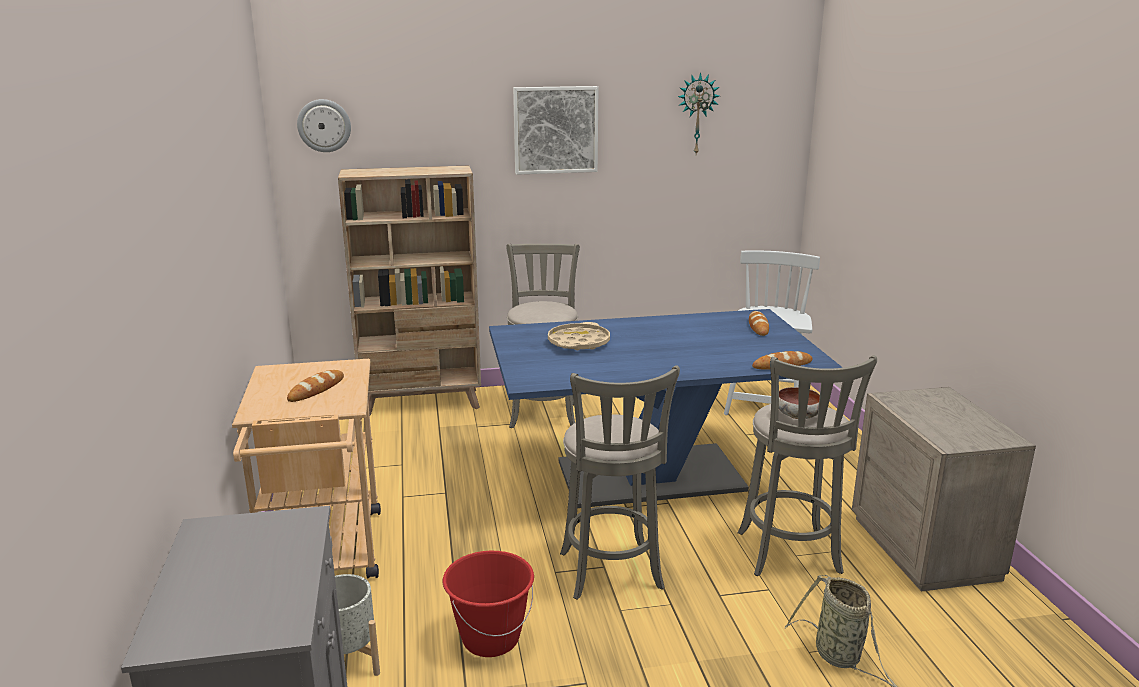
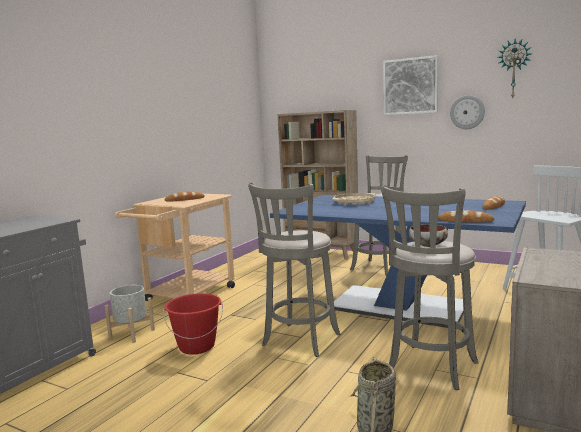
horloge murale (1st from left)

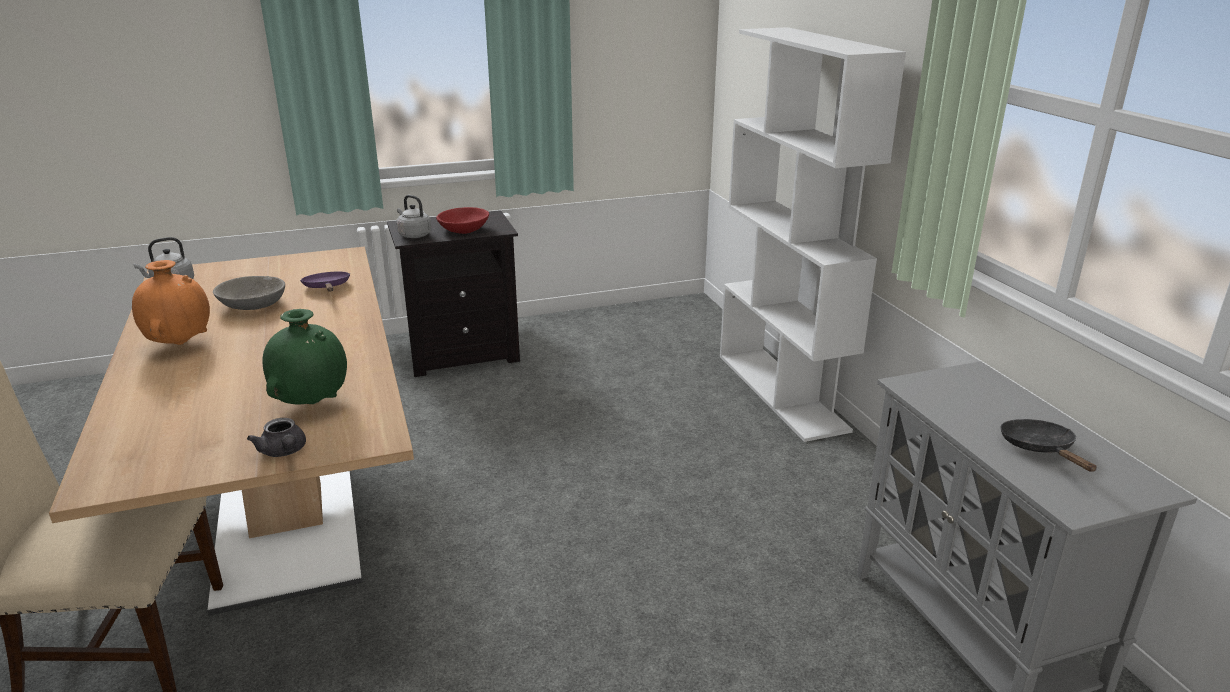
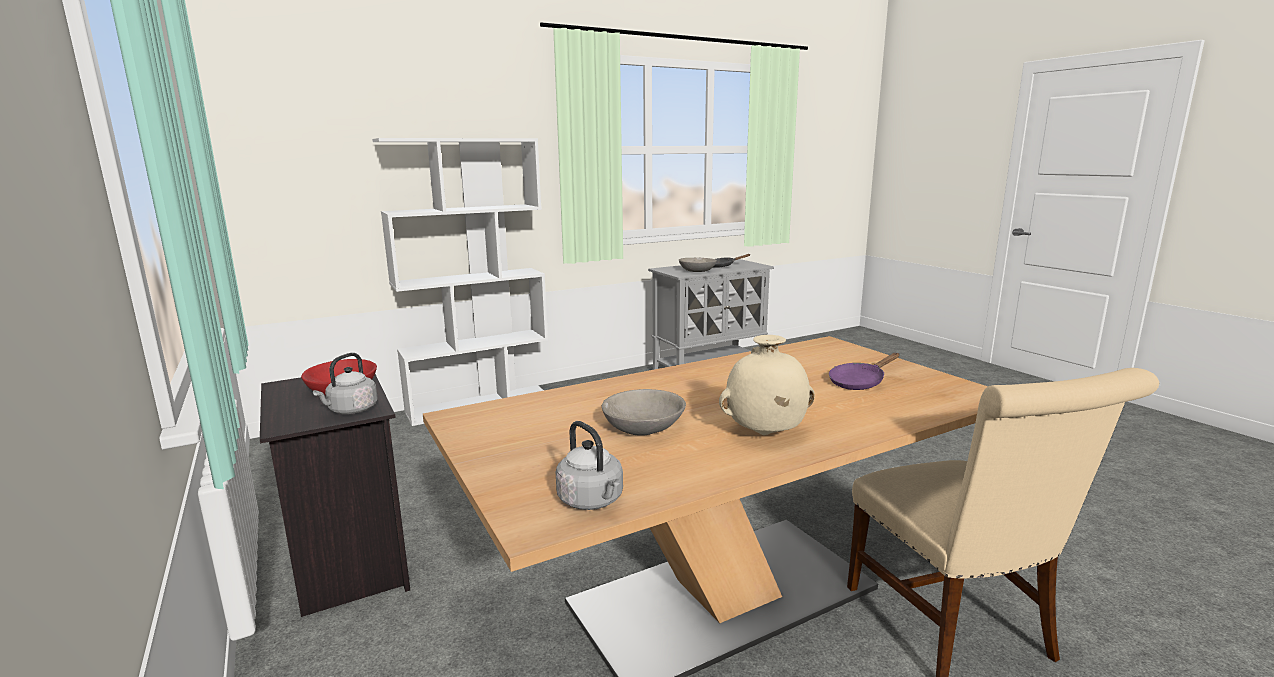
vase (beige); poêle (violet); vase (vert); théière (gris); bol (gris) (2nd from left)

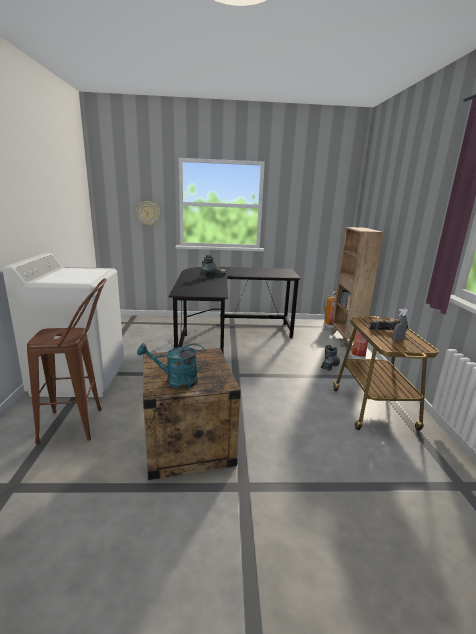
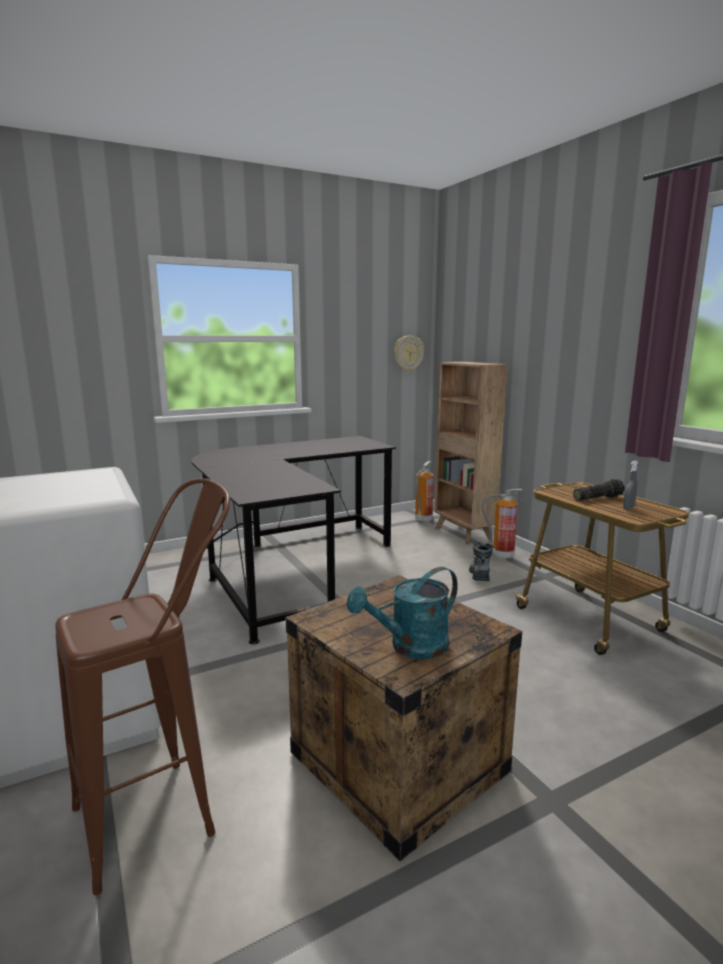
horloge murale; botte (1st from left in the first image)

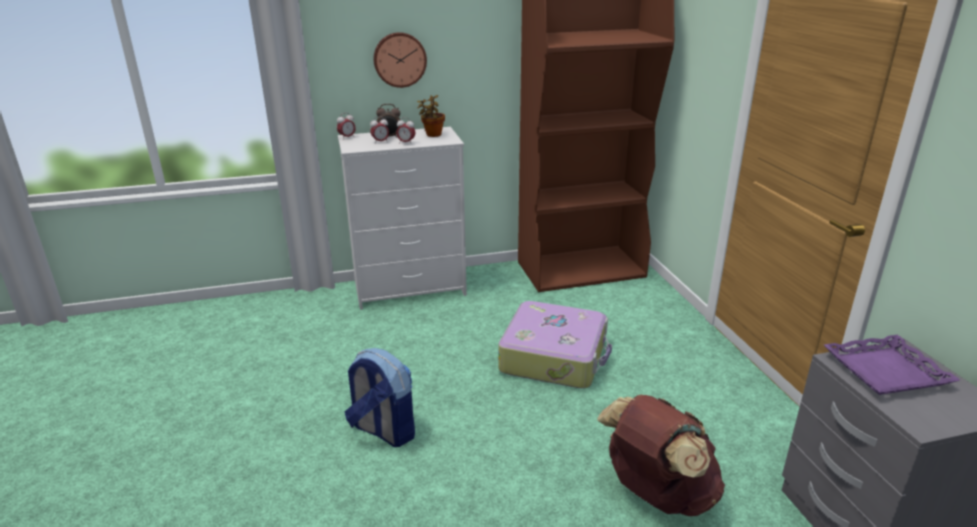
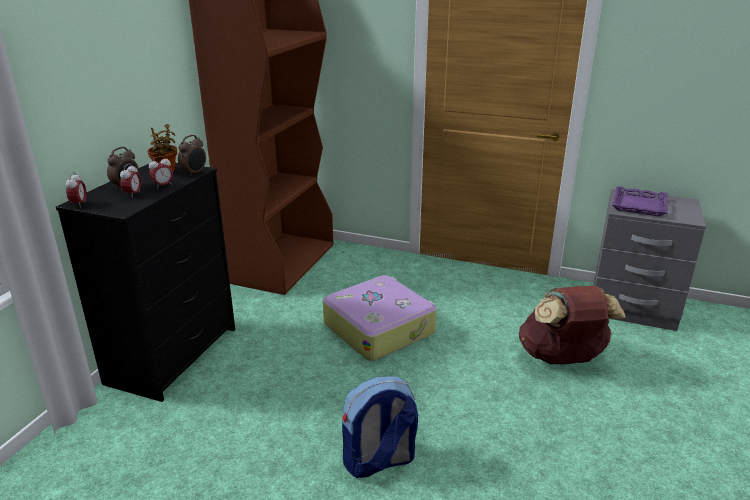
horloge murale; commode (noir); réveil (5th from left)

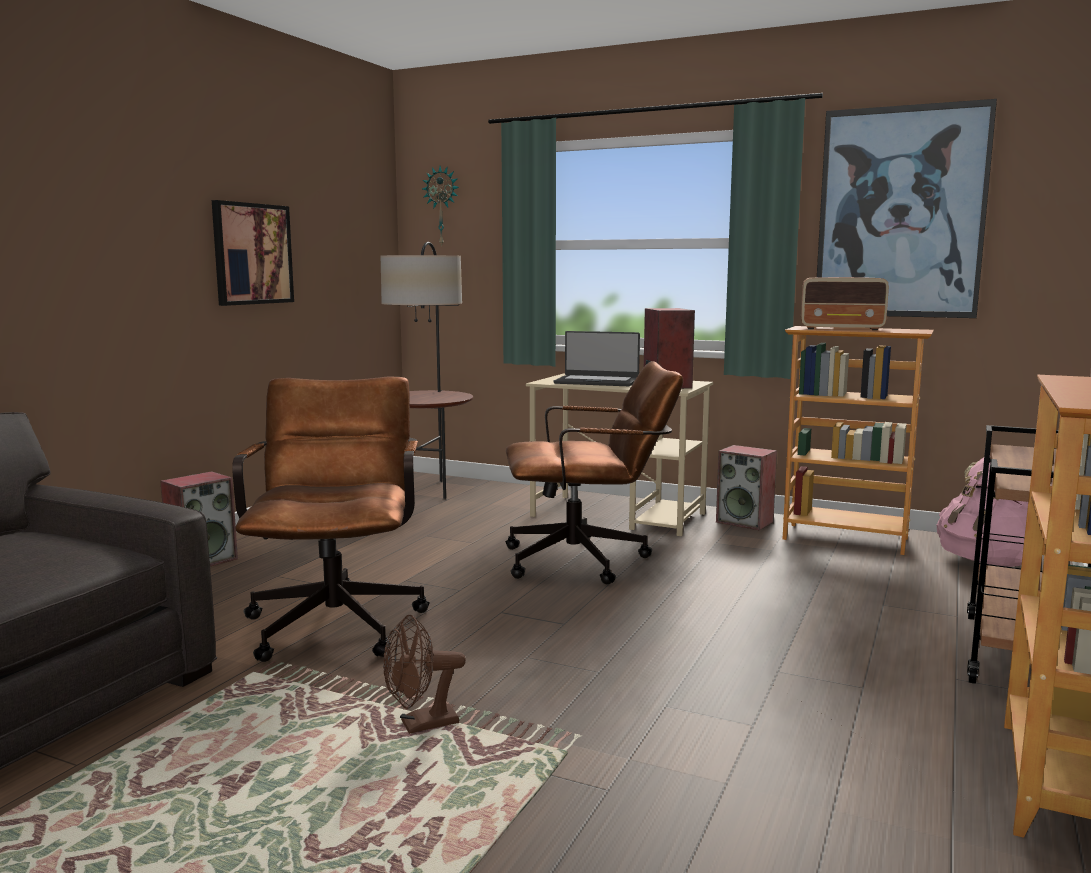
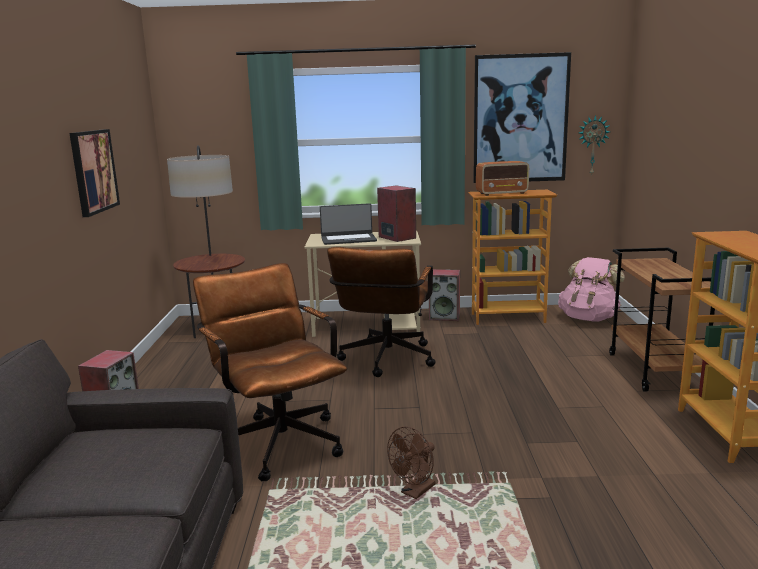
horloge murale; chaise de bureau (marron) (2nd from left)

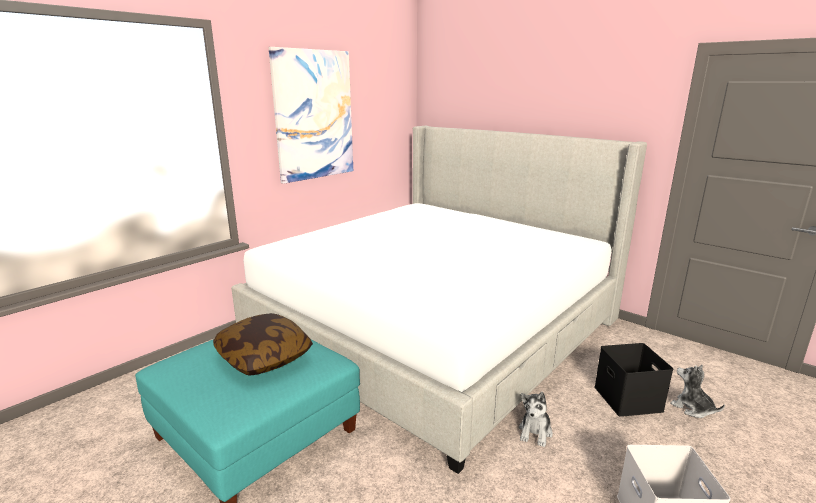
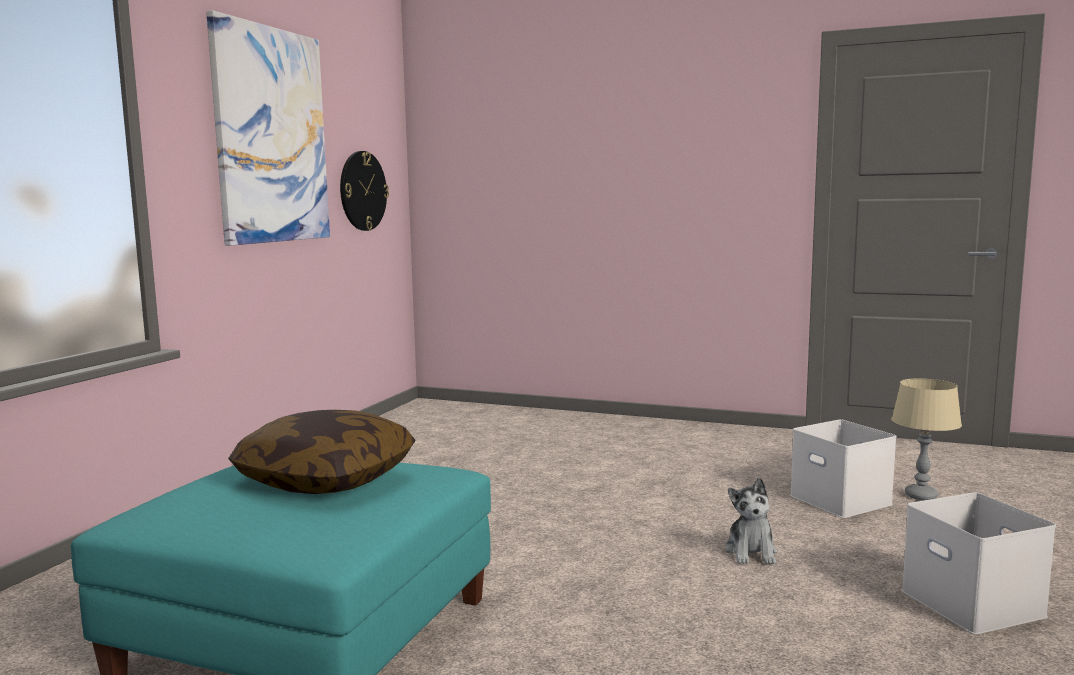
lit; boîte de rangement (blanc) (1st from left); lampe de table (beige); horloge murale

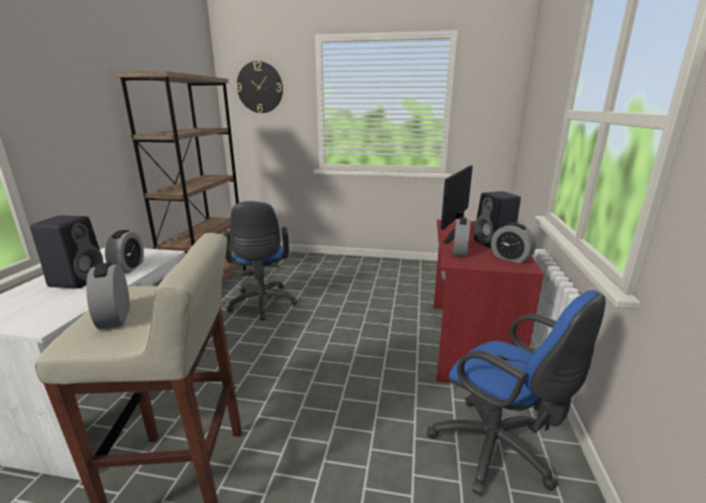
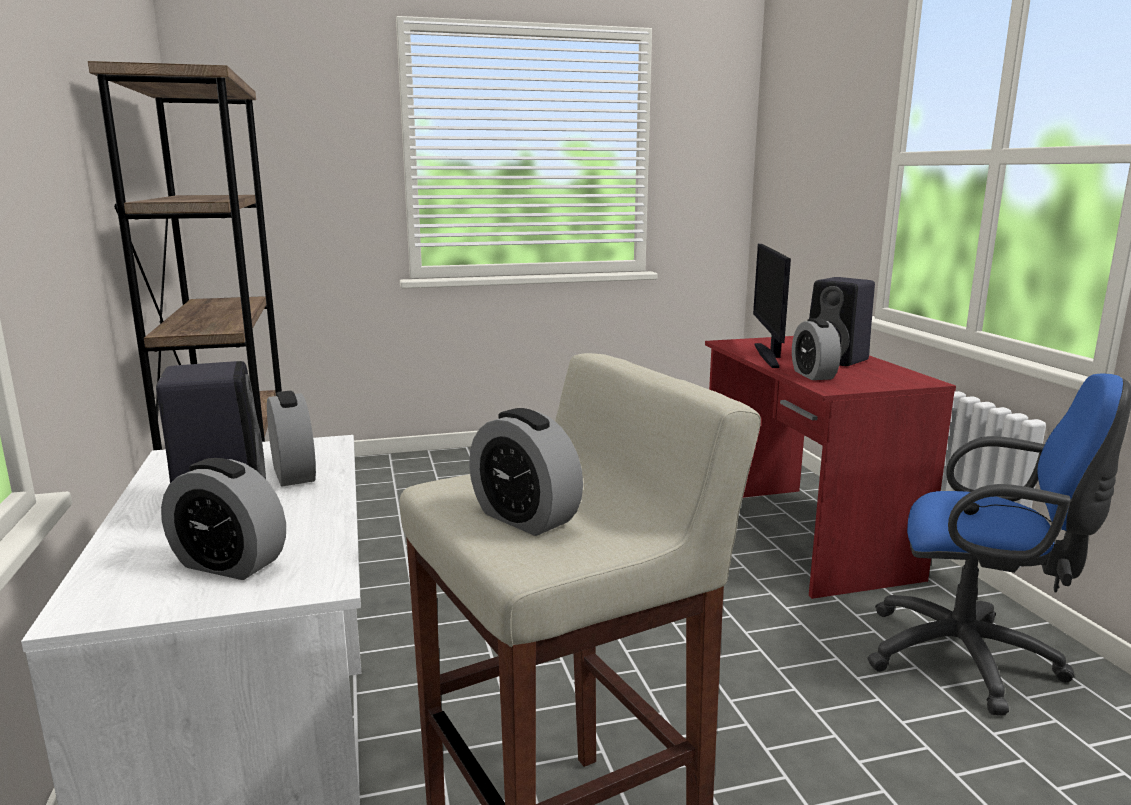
horloge murale; chaise de bureau (bleu) (1st from left in the first image); réveil (1st from left)

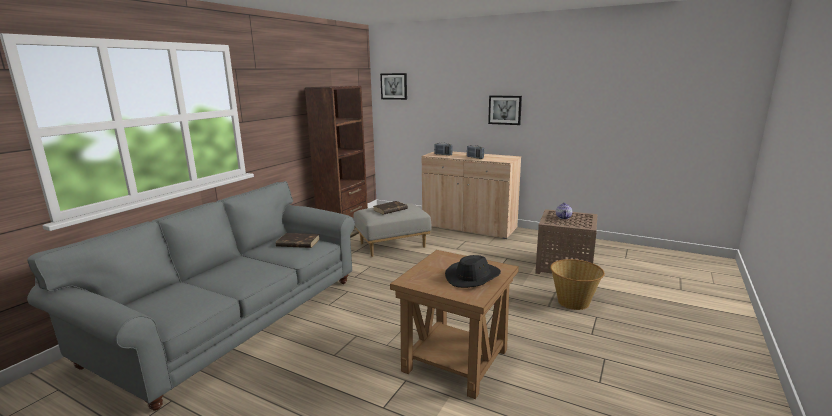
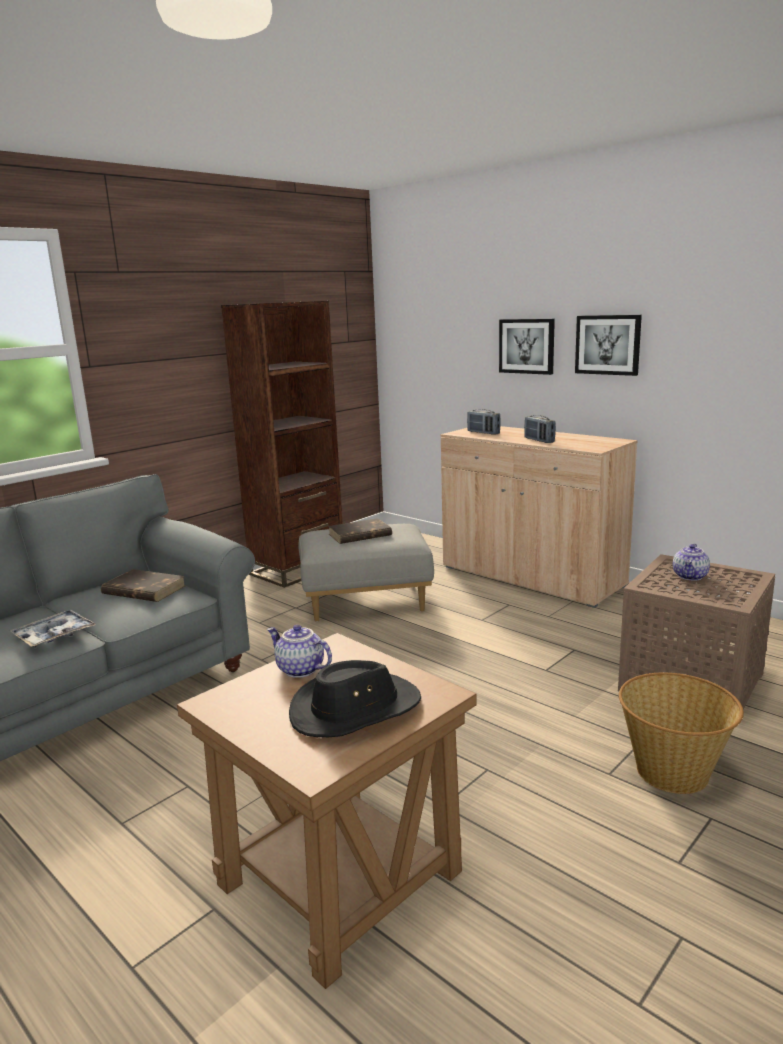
tableau (1st from left); plateau; théière (1st from left)

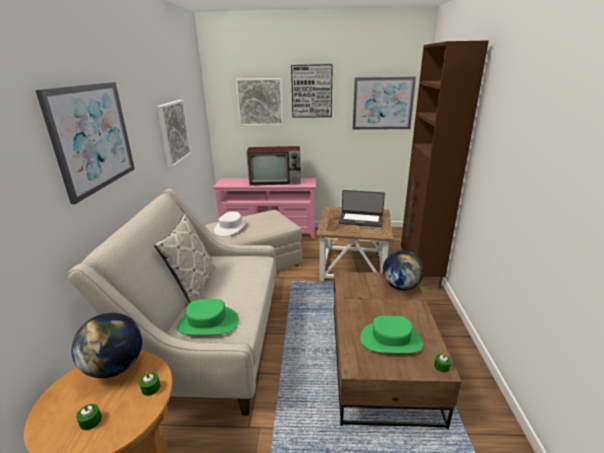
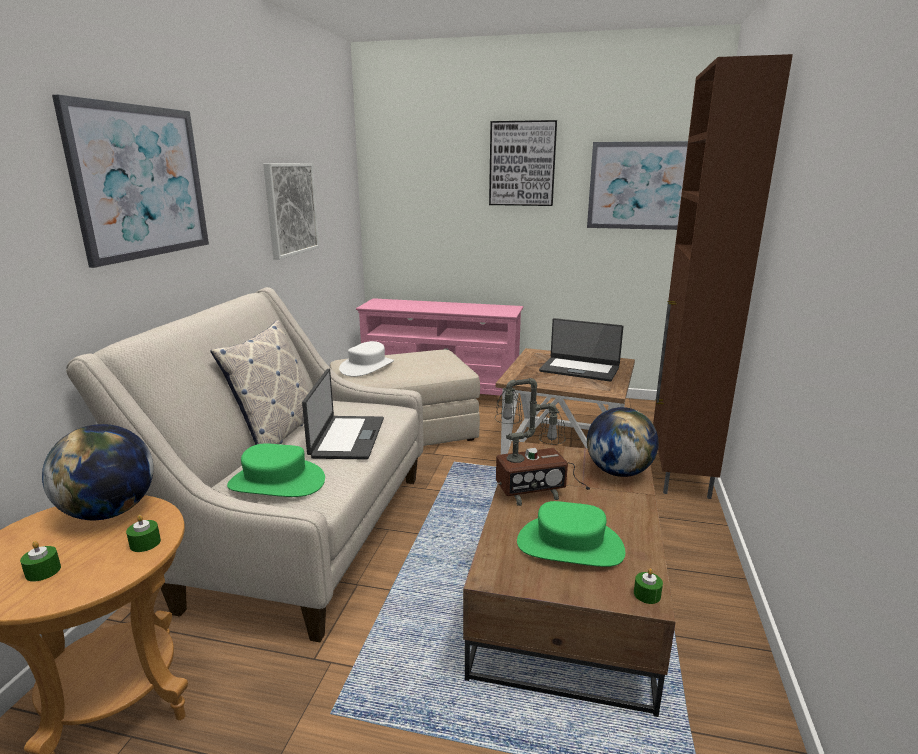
tableau (3rd from left in the first image); téléviseur; ordinateur portable (1st from left); lampe de table

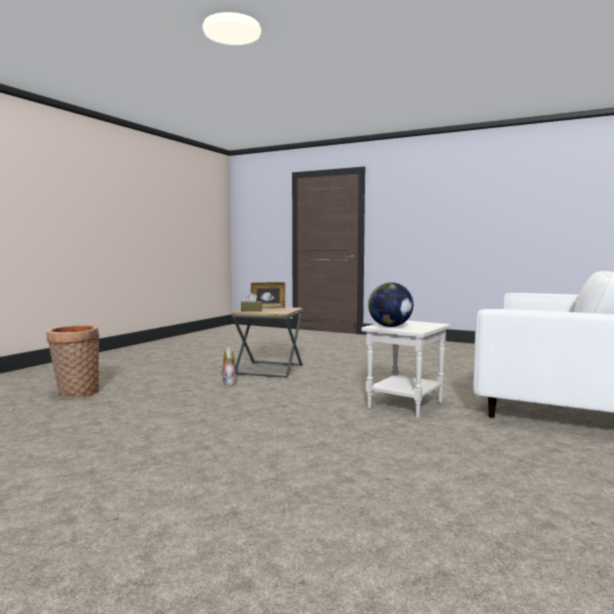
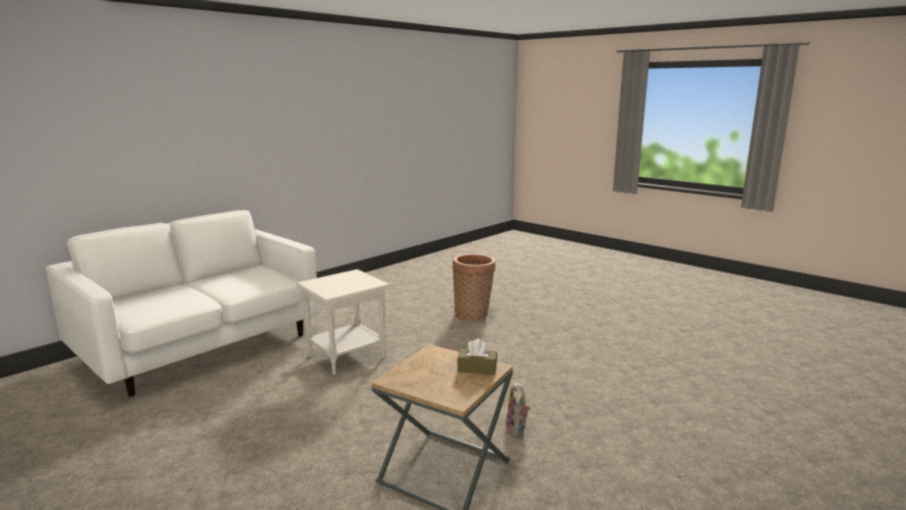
cadre photo; globe; panier

